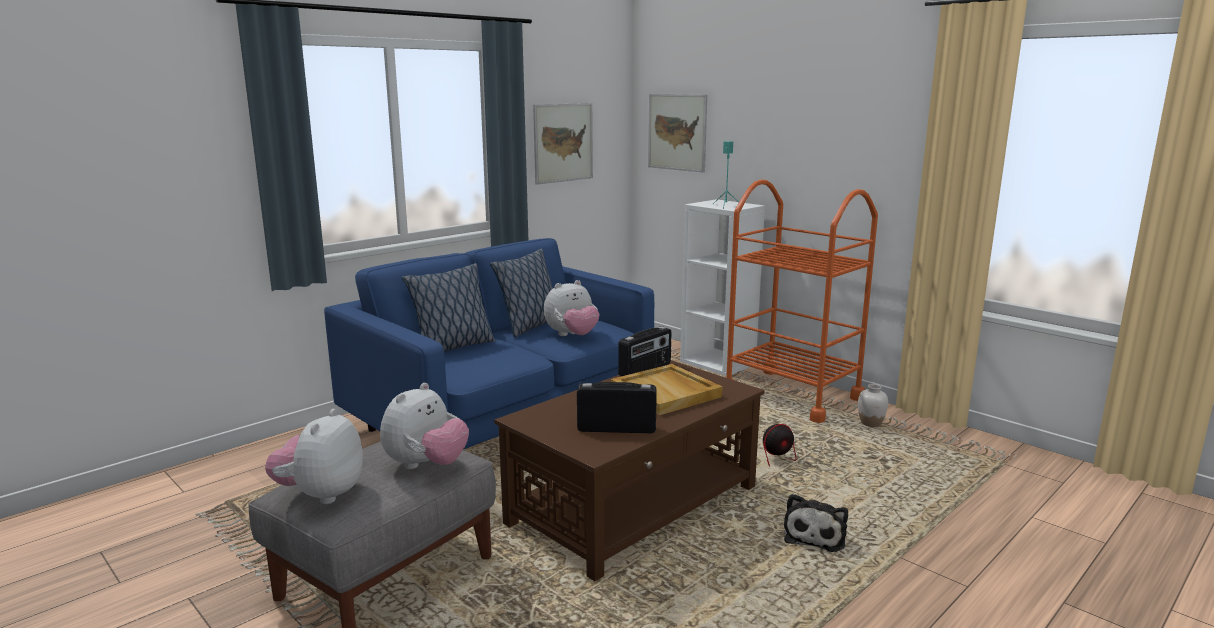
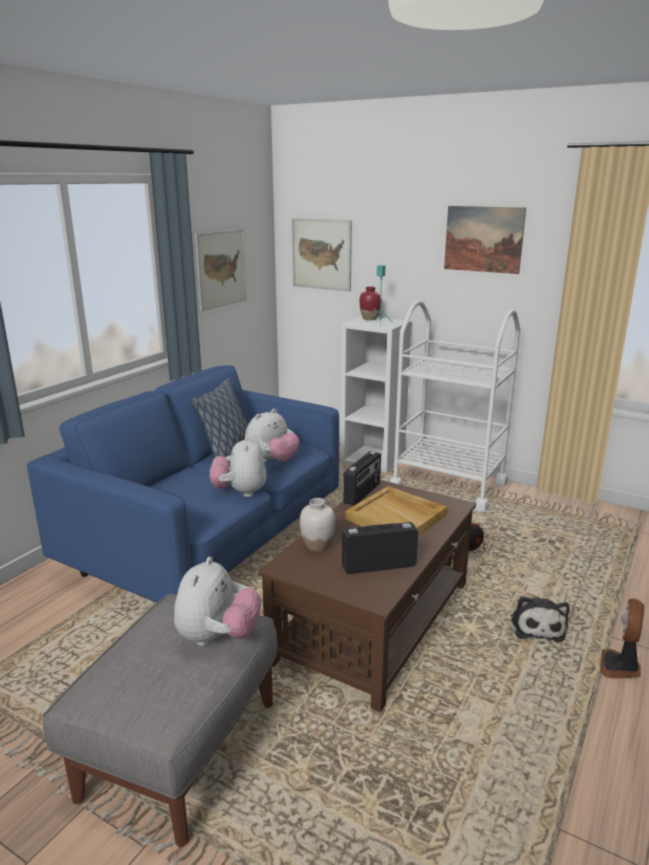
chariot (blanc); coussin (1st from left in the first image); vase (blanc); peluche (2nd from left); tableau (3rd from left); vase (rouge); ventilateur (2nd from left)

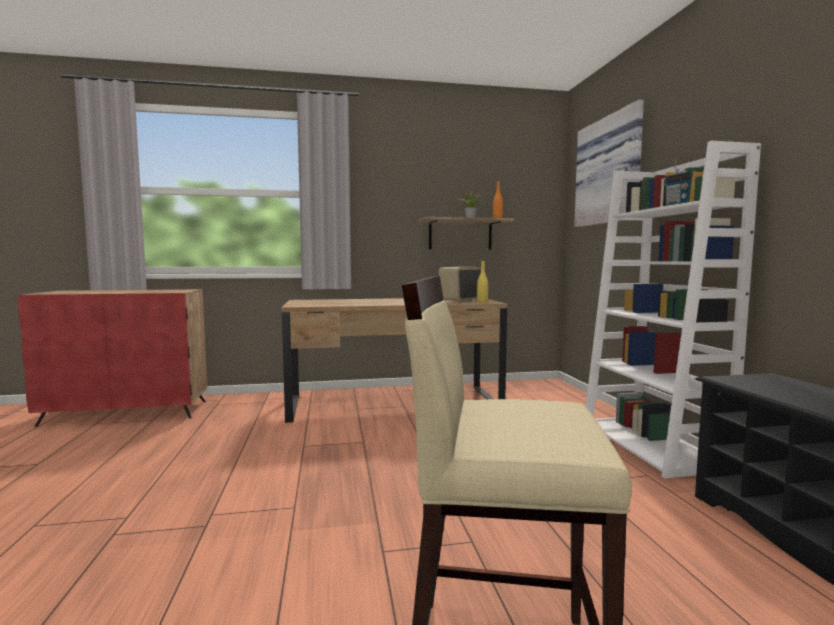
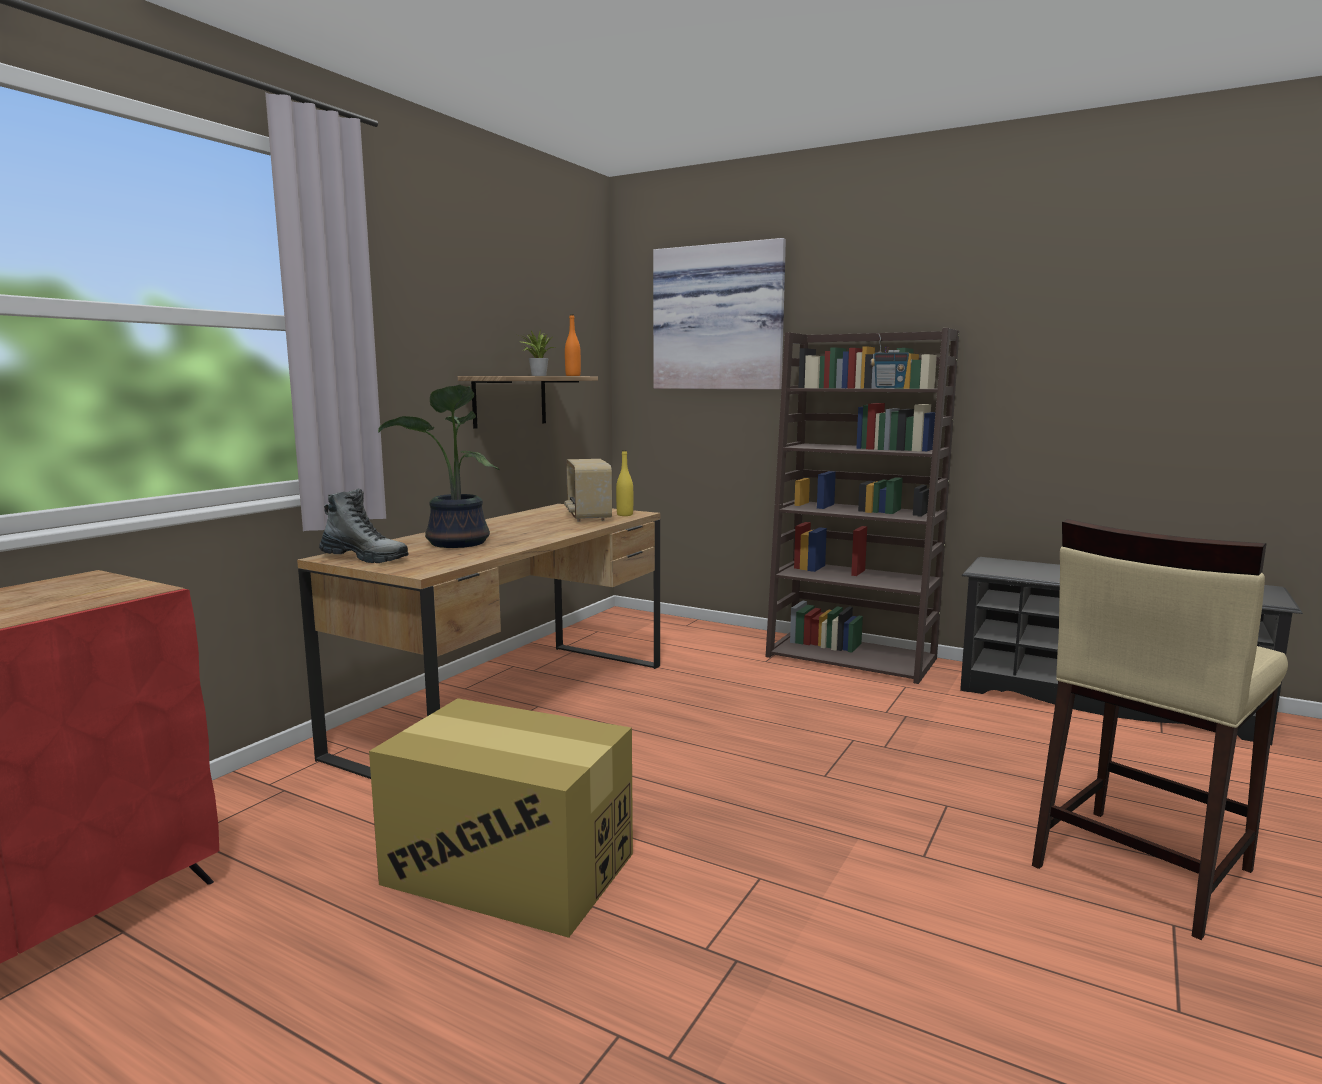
bibliothèque (marron); plante en pot (1st from left); botte; carton

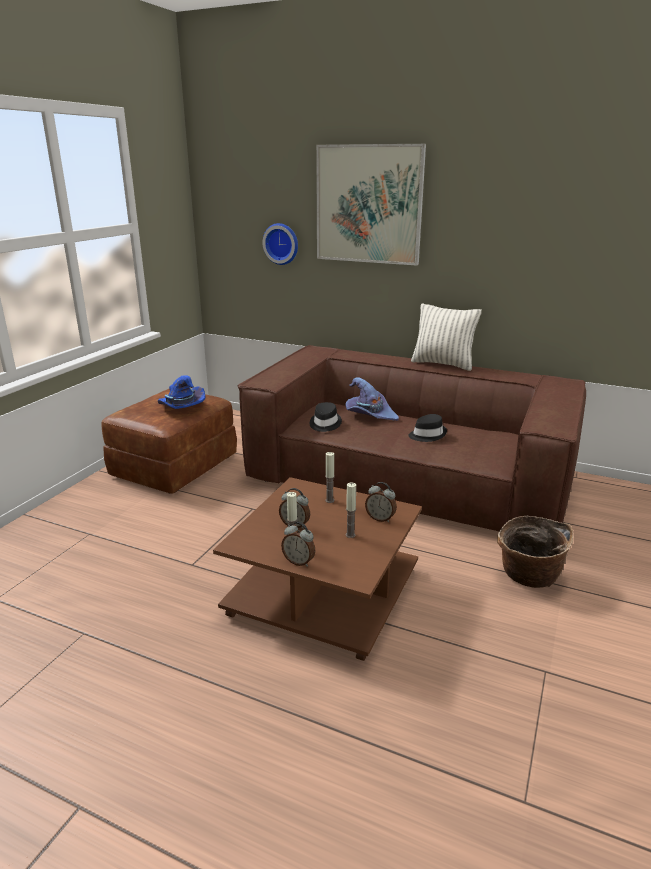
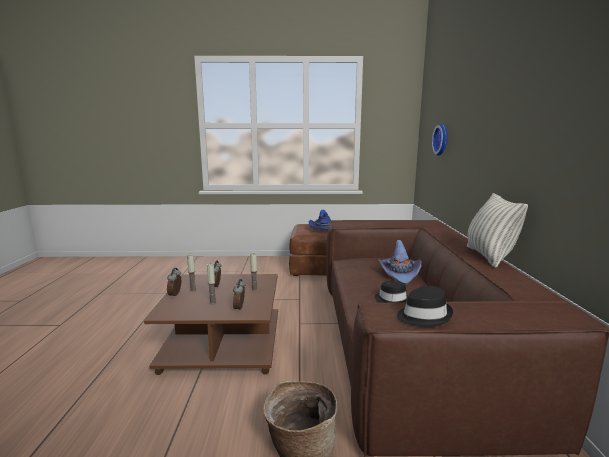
tableau; chapeau (noir) (2nd from left)

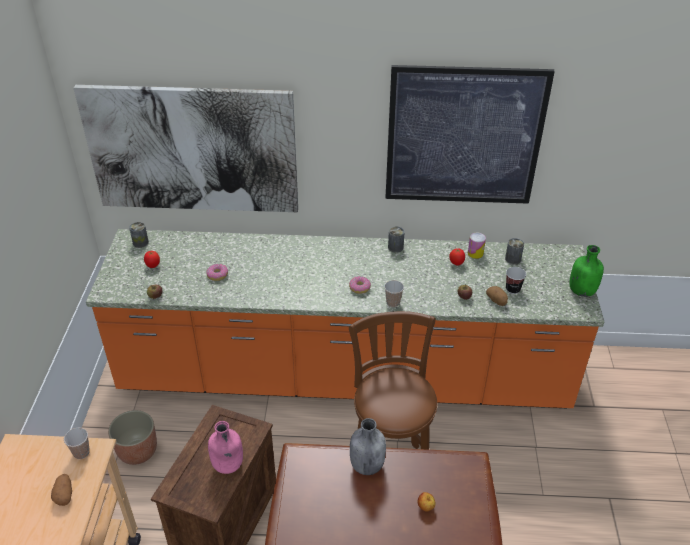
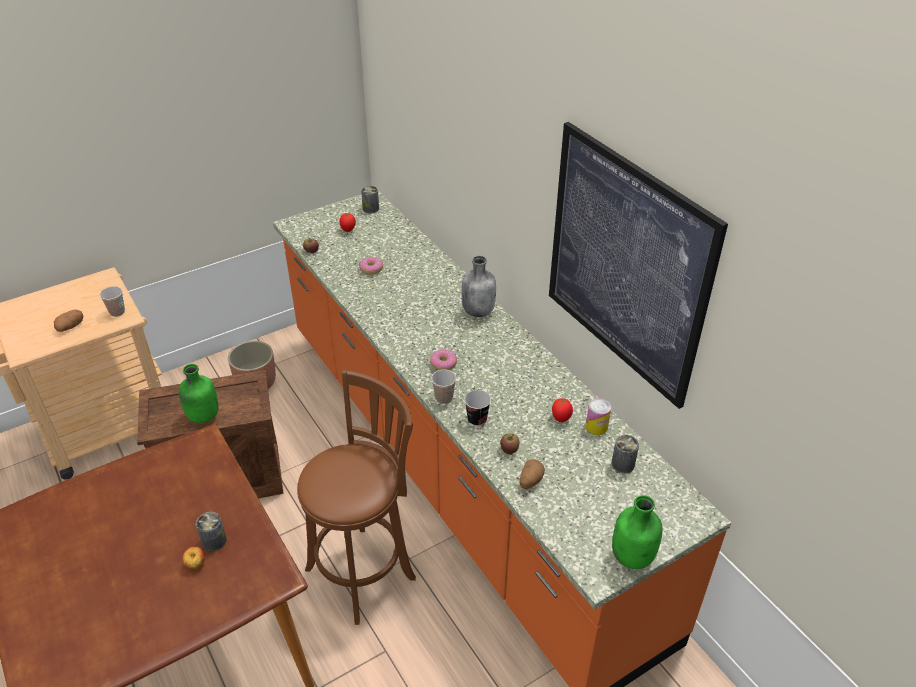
tableau (1st from left in the first image); boîte métallique (1st from left); tasse (3rd from left); bouteille (gris); bouteille (vert) (1st from left)

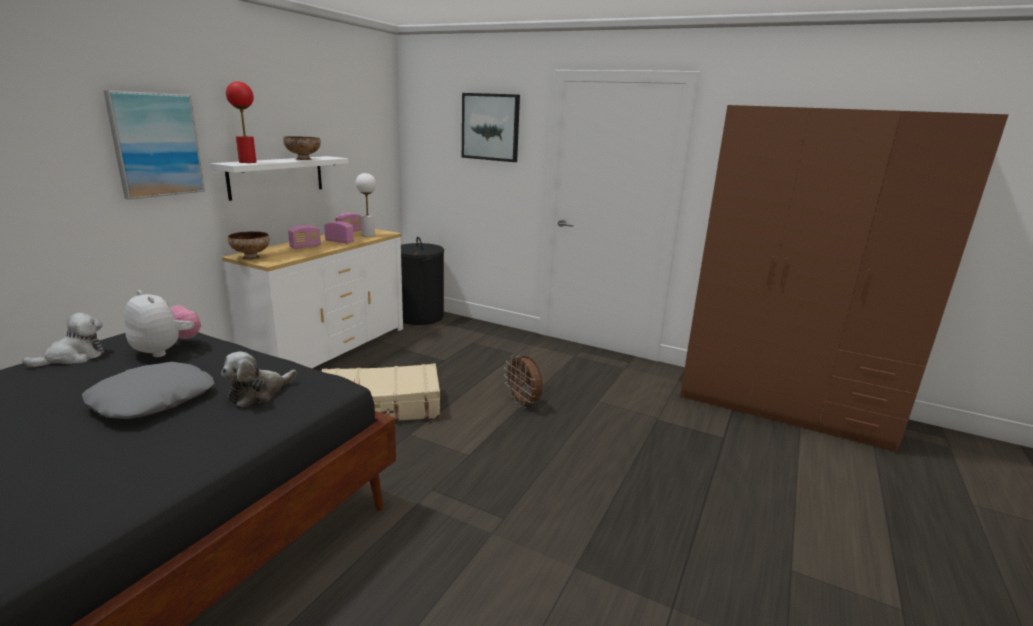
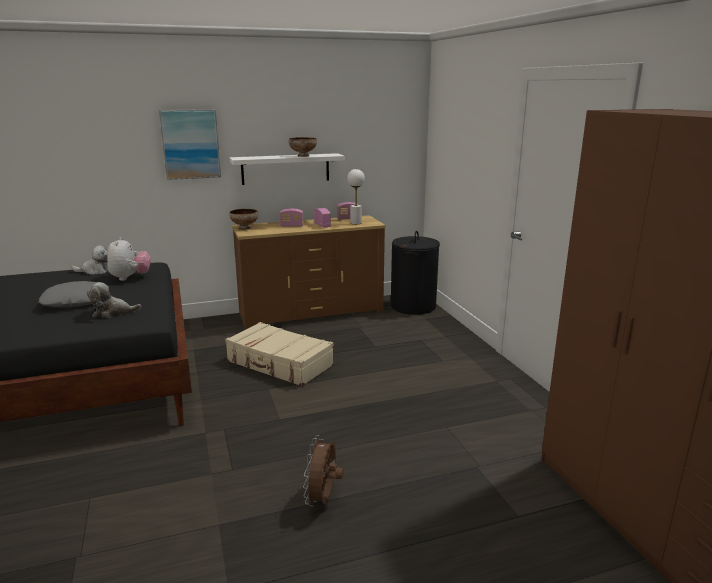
lampe de table (rouge); tableau (2nd from left in the first image); commode (marron); ventilateur (marron)

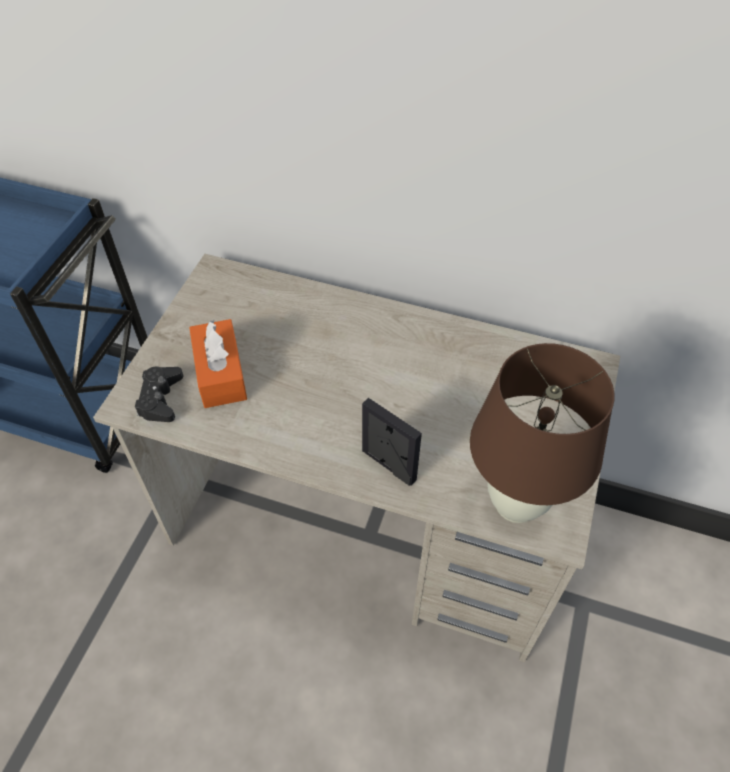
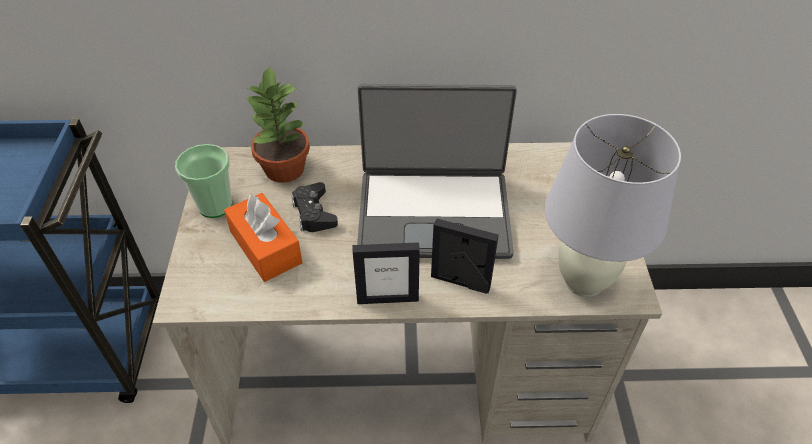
lampe de table (blanc); manette (noir); plante en pot; ordinateur portable; tasse; cadre photo (1st from left)

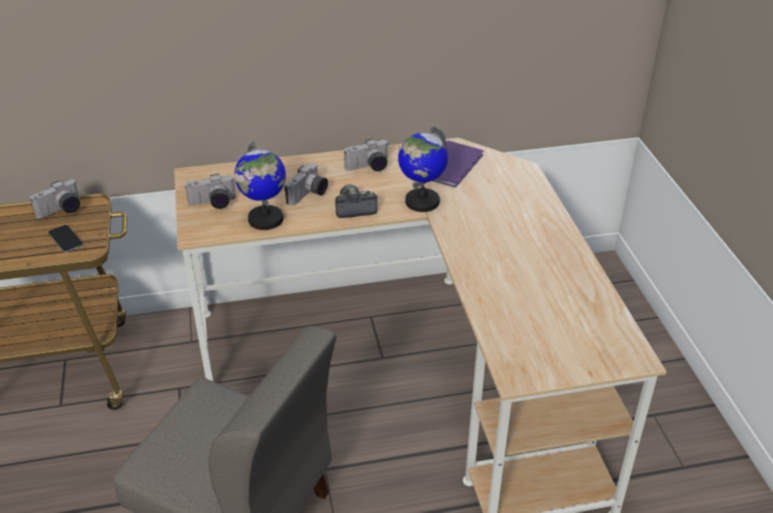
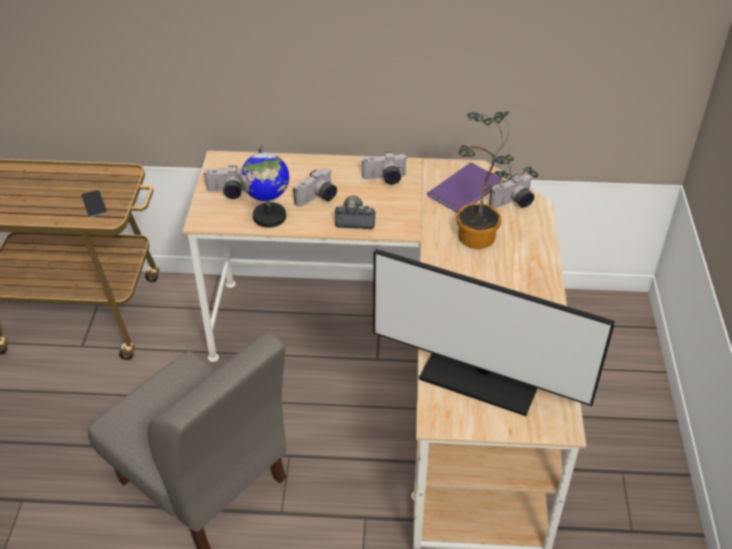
globe (2nd from left in the first image); appareil photo (5th from left); plante en pot; écran d'ordinateur

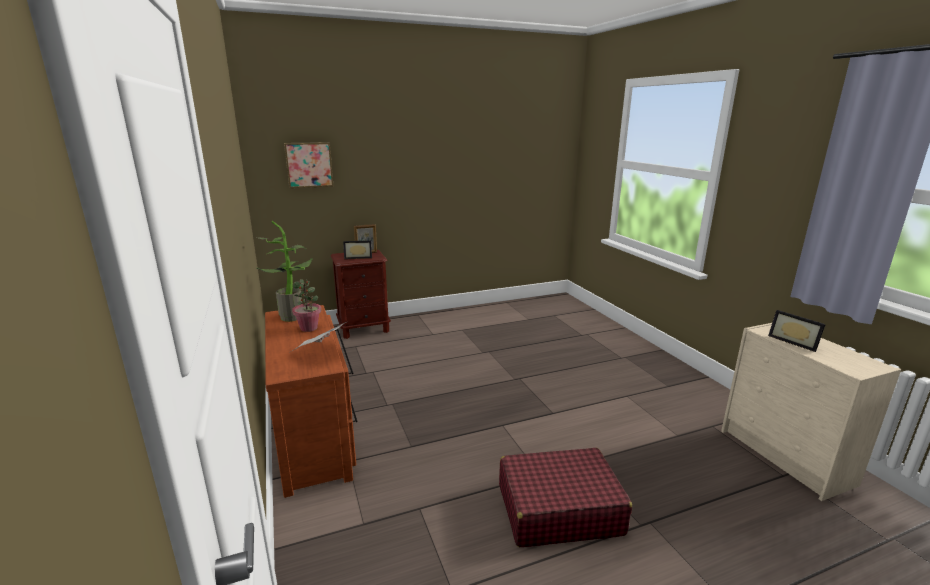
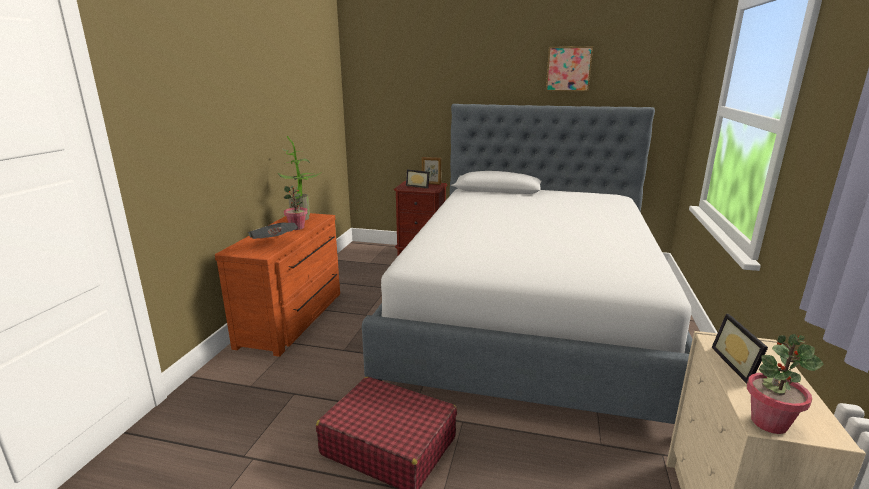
tableau; lit; plante en pot (3rd from left)

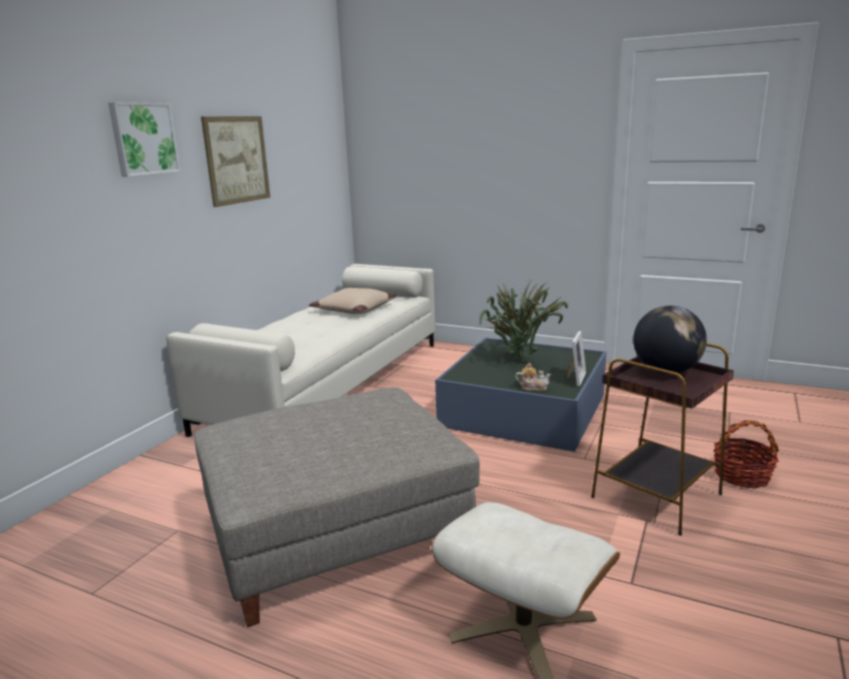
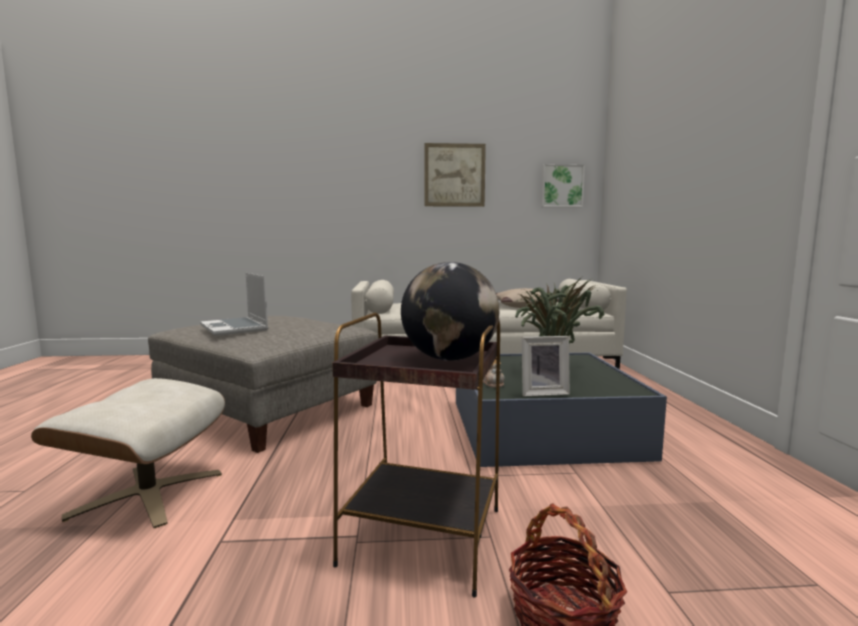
tableau (2nd from left); ordinateur portable

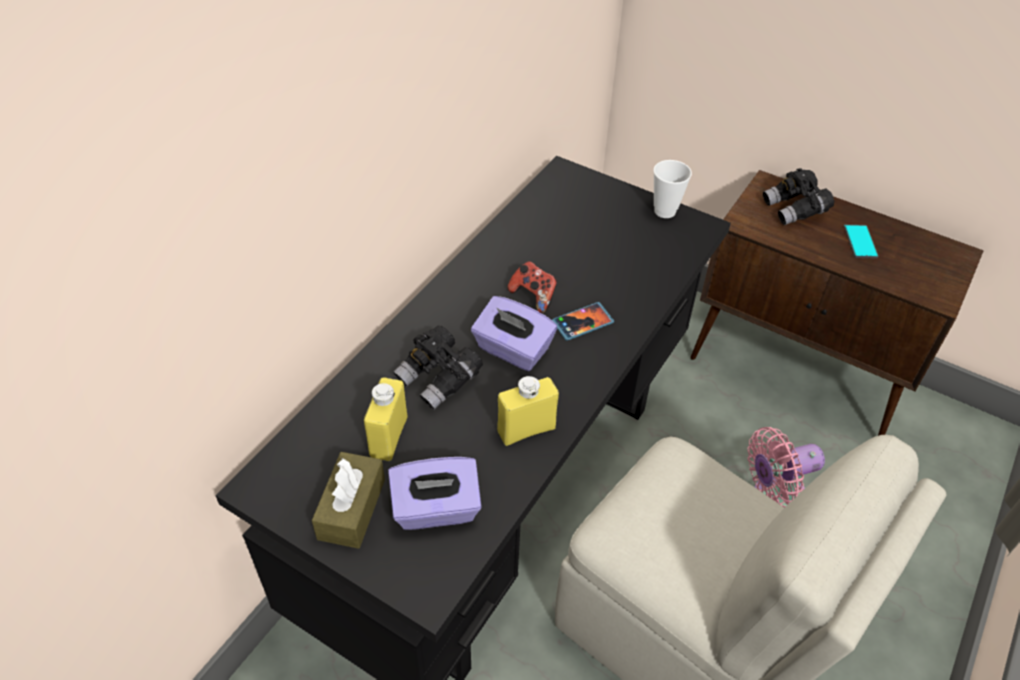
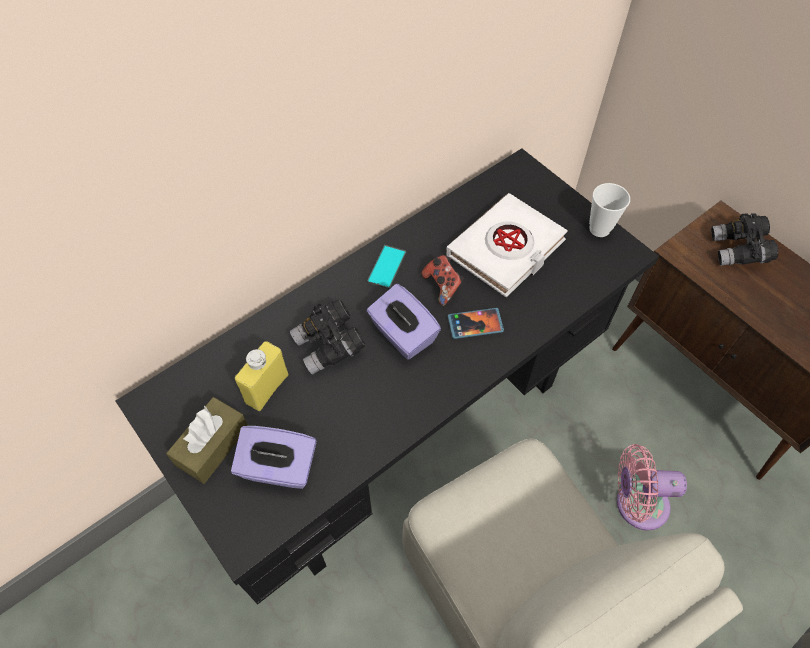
téléphone (1st from left); bouteille (jaune) (2nd from left in the first image); livre (blanc)

